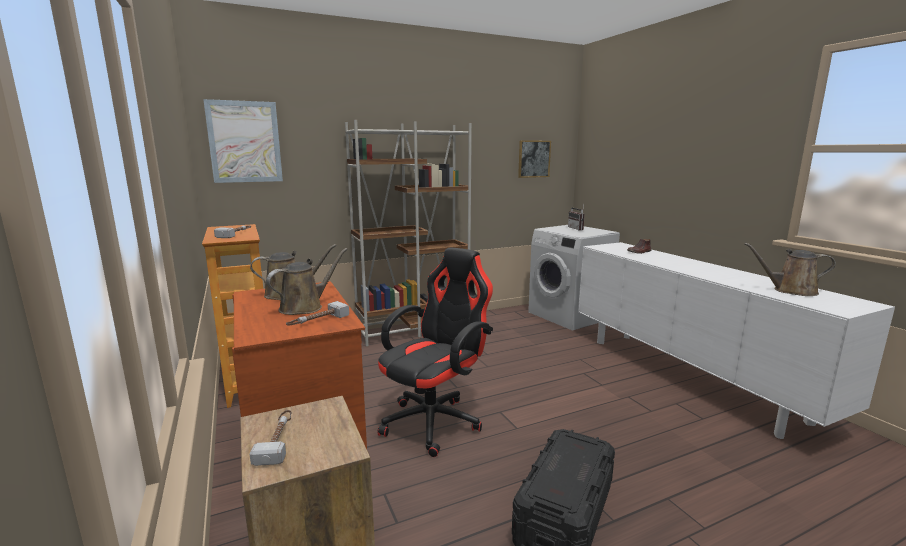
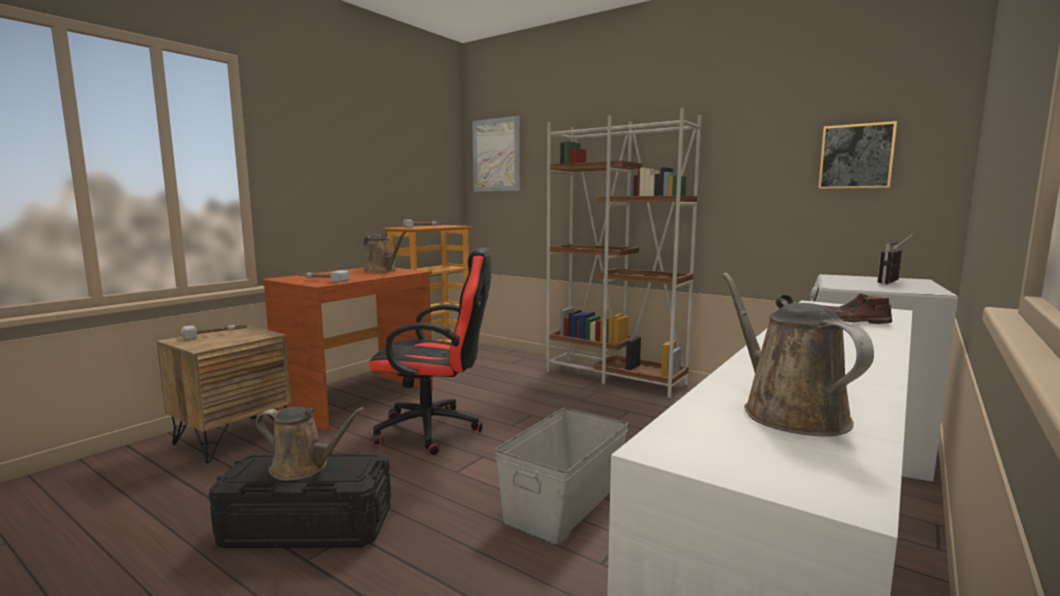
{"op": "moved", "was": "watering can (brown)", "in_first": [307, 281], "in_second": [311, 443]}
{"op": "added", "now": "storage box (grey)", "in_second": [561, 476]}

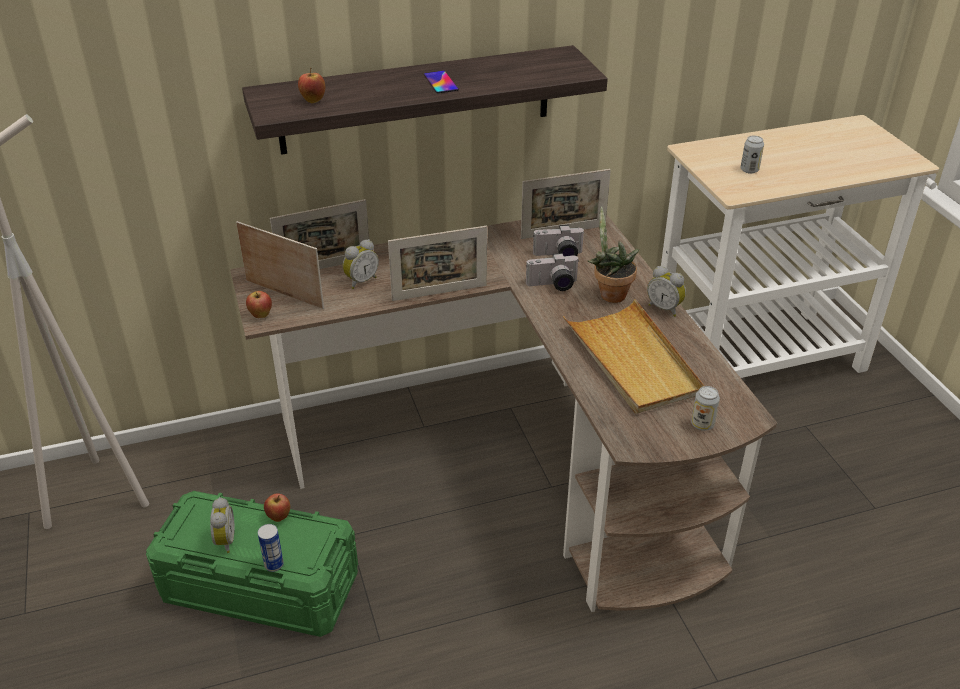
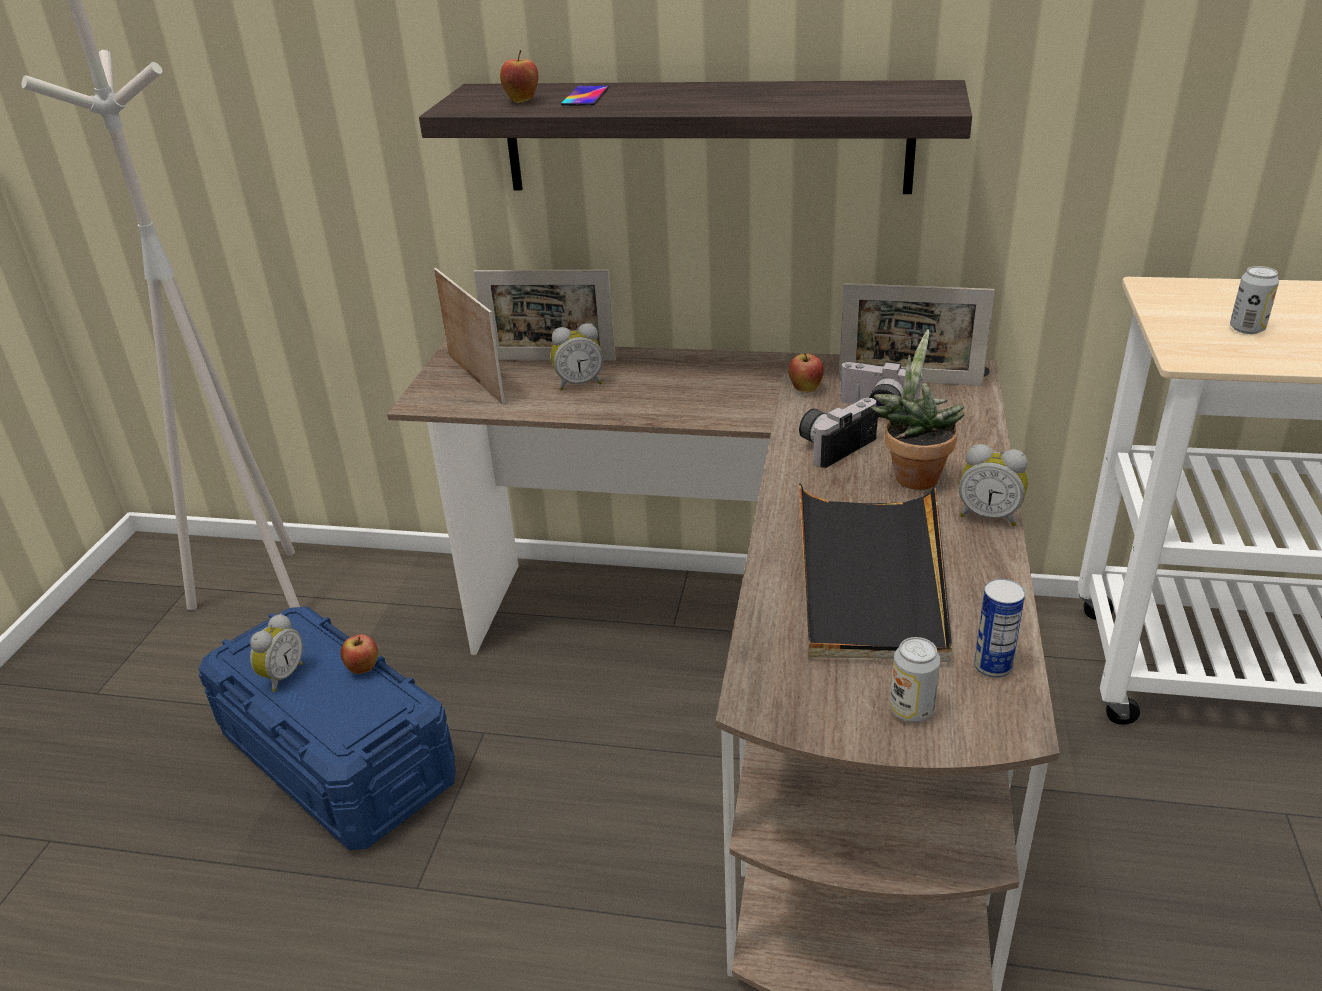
{"op": "moved", "was": "phone", "in_first": [441, 82], "in_second": [585, 96]}
{"op": "removed", "was": "picture frame", "in_first": [437, 263]}
{"op": "turned", "was": "photo camera", "in_first": [553, 272], "in_second": [839, 433], "clockwise": 120}
{"op": "turned", "was": "alarm clock", "in_first": [666, 291], "in_second": [993, 485], "clockwise": -45}
{"op": "moved", "was": "apple", "in_first": [259, 304], "in_second": [806, 373]}
{"op": "recoloured", "was": "tray (beige)", "now": "tray (black)", "in_first": [633, 356], "in_second": [875, 573]}
{"op": "recoloured", "was": "storage box (green)", "now": "storage box (blue)", "in_first": [252, 564], "in_second": [327, 728]}
{"op": "moved", "was": "can", "in_first": [271, 548], "in_second": [999, 628]}

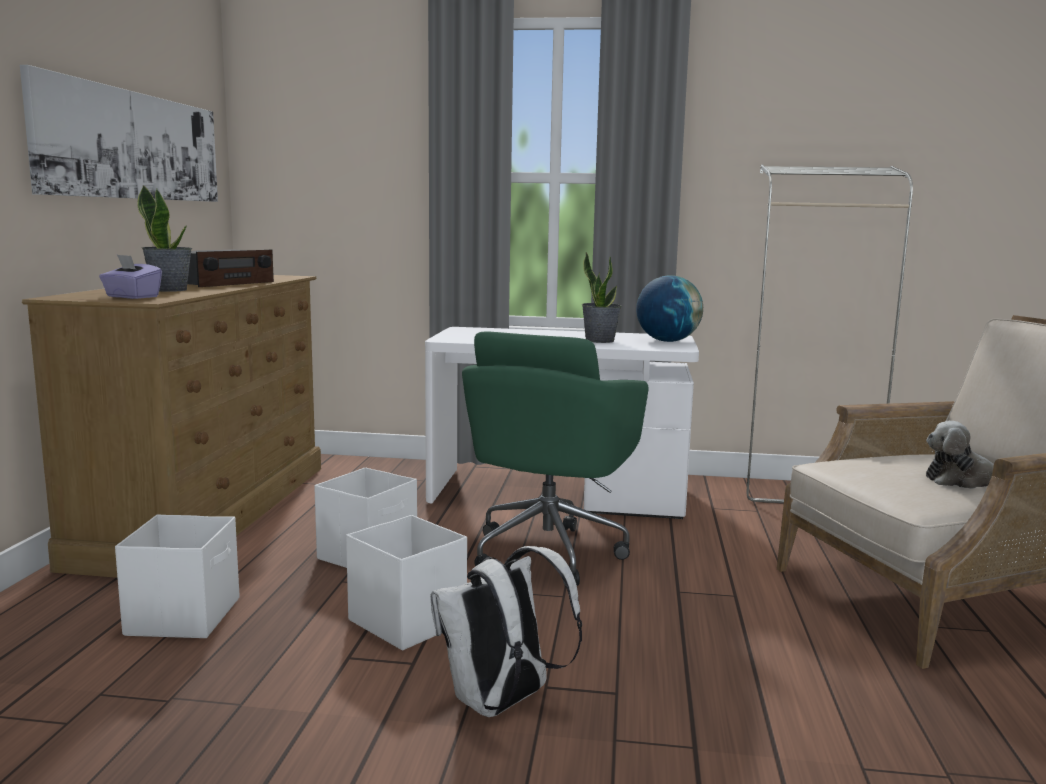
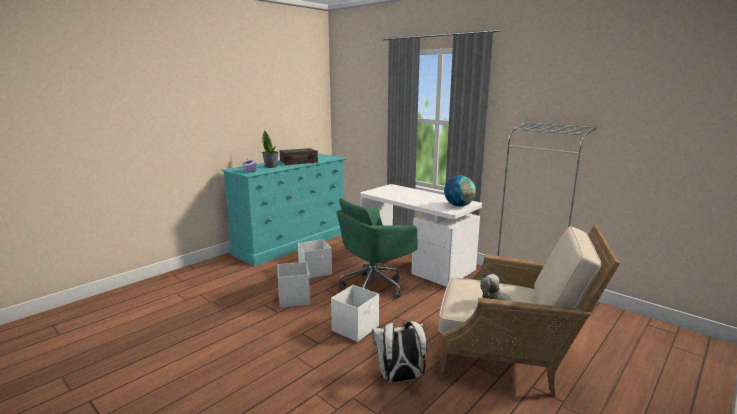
{"op": "removed", "was": "picture", "in_first": [119, 133]}
{"op": "removed", "was": "potted plant", "in_first": [602, 297]}
{"op": "recoloured", "was": "dresser (brown)", "now": "dresser (turquoise)", "in_first": [171, 426], "in_second": [283, 210]}
{"op": "moved", "was": "storage box (white)", "in_first": [177, 576], "in_second": [355, 313]}
{"op": "moved", "was": "backpack (white)", "in_first": [506, 631], "in_second": [399, 352]}

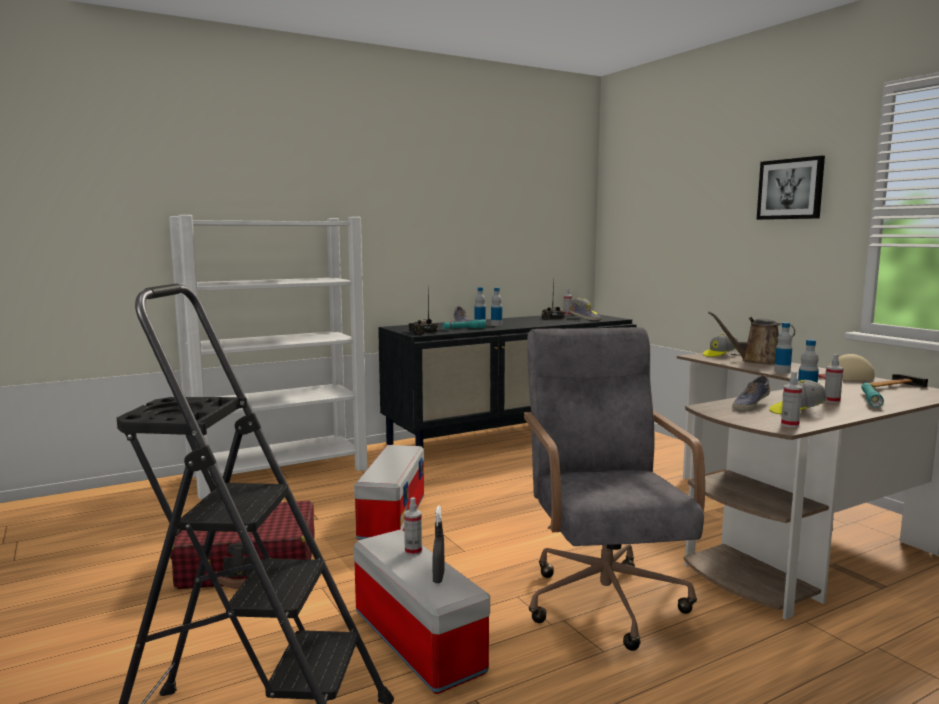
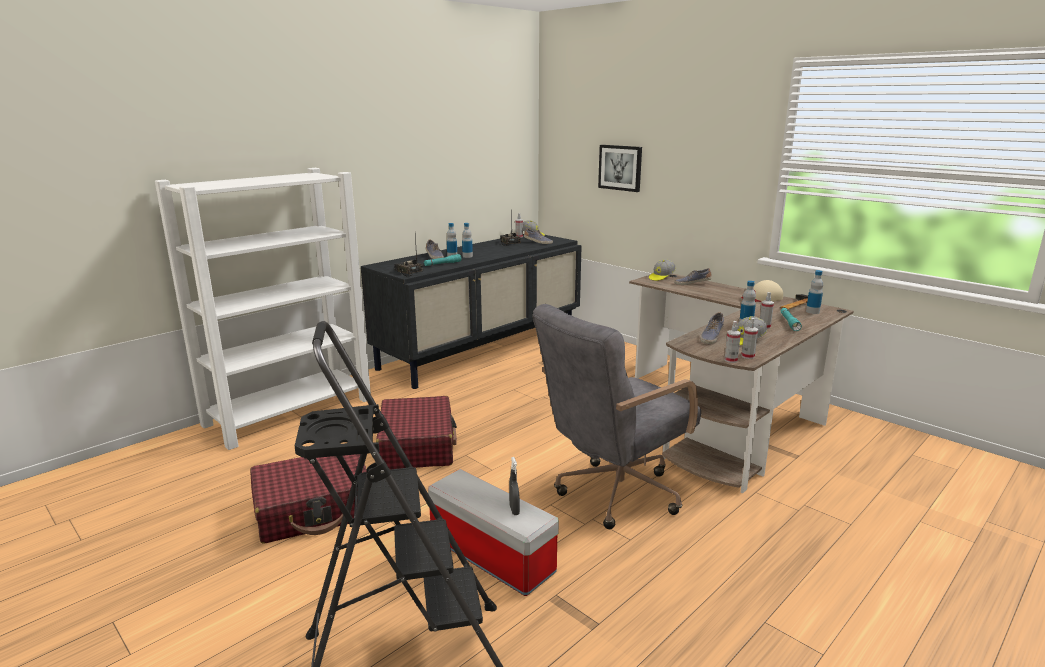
{"op": "moved", "was": "picture", "in_first": [791, 188], "in_second": [620, 168]}
{"op": "replaced", "was": "watering can (brown)", "now": "shoe", "in_first": [751, 338], "in_second": [693, 276]}
{"op": "moved", "was": "bottle", "in_first": [783, 347], "in_second": [814, 292]}
{"op": "turned", "was": "office chair (grey)", "in_first": [614, 489], "in_second": [616, 416], "clockwise": -105}
{"op": "replaced", "was": "storage box", "now": "suitcase (red)", "in_first": [389, 492], "in_second": [416, 433]}
{"op": "moved", "was": "spray bottle", "in_first": [413, 526], "in_second": [732, 342]}

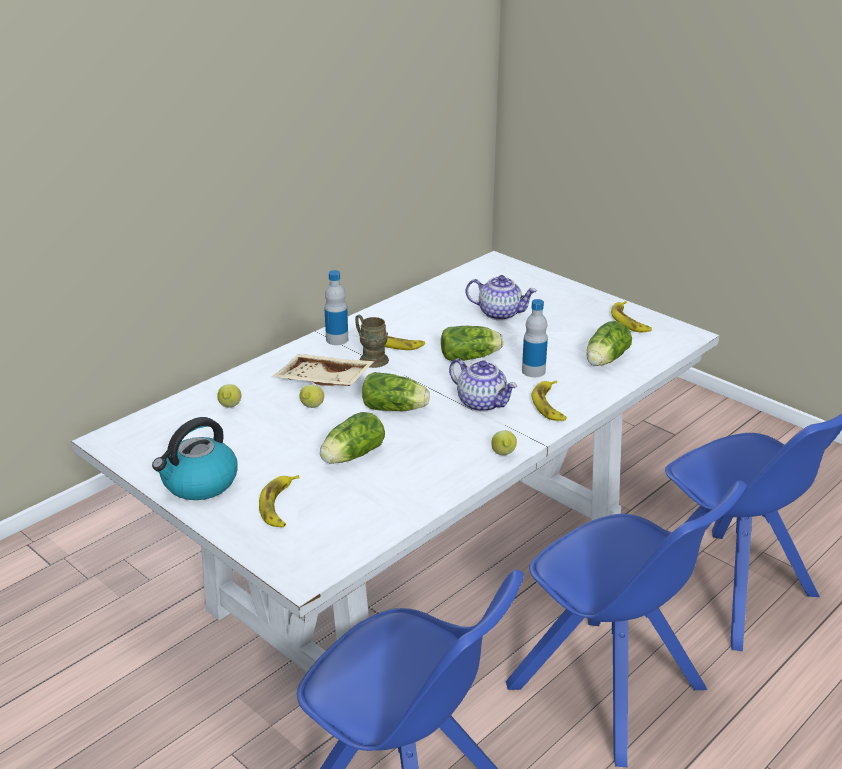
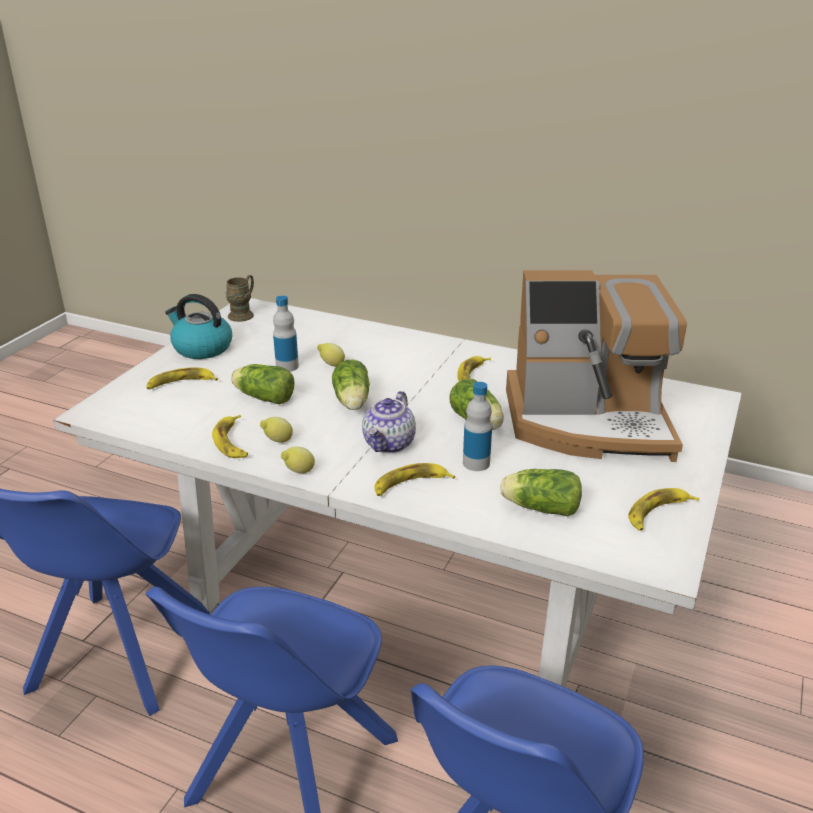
{"op": "moved", "was": "bottle", "in_first": [336, 307], "in_second": [286, 333]}
{"op": "replaced", "was": "teapot", "now": "coffee machine", "in_first": [501, 298], "in_second": [596, 366]}
{"op": "moved", "was": "mug (brown)", "in_first": [372, 341], "in_second": [239, 298]}
{"op": "removed", "was": "tray (beige)", "in_first": [324, 370]}
{"op": "moved", "was": "lemon", "in_first": [229, 396], "in_second": [276, 430]}
{"op": "added", "now": "banana", "in_second": [230, 436]}

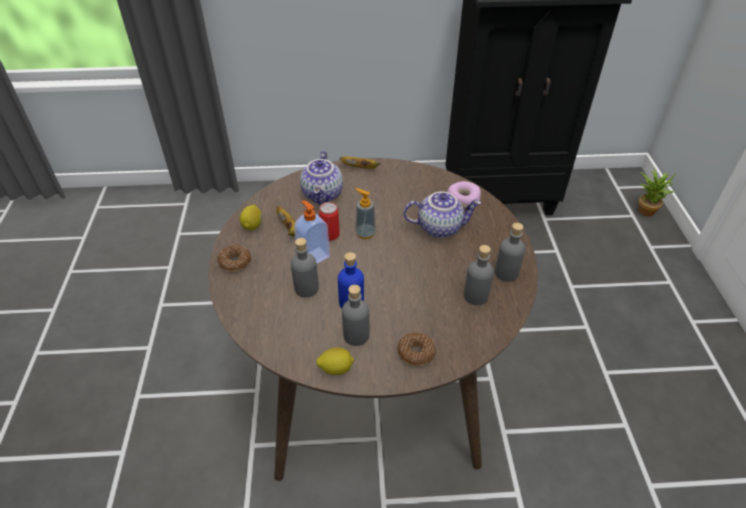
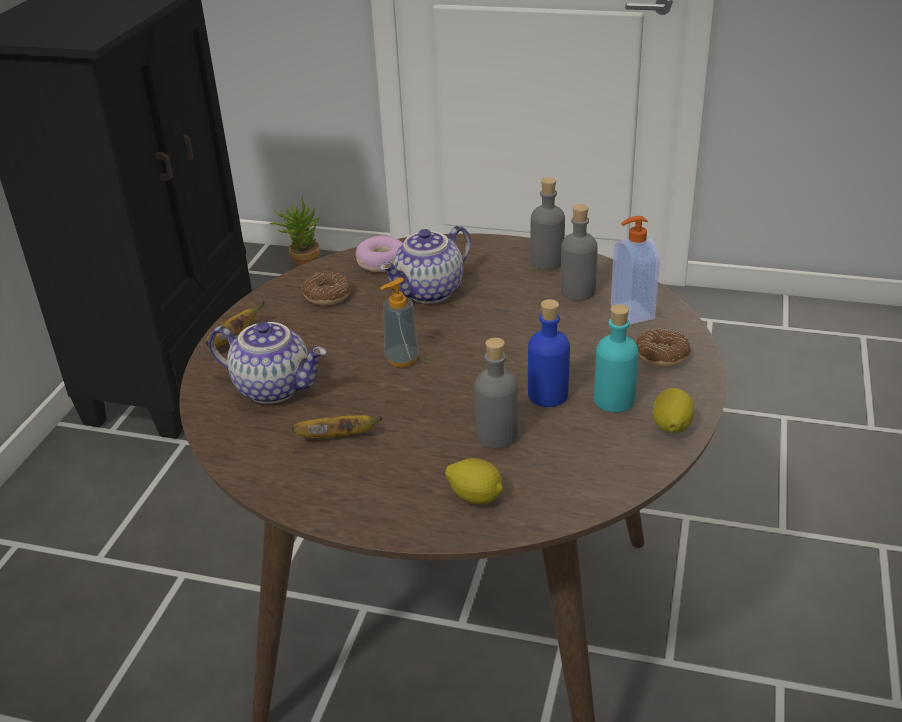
{"op": "turned", "was": "teapot", "in_first": [442, 215], "in_second": [425, 264], "clockwise": -150}
{"op": "moved", "was": "soap dispenser", "in_first": [312, 232], "in_second": [635, 270]}
{"op": "removed", "was": "can", "in_first": [329, 221]}
{"op": "moved", "was": "lemon", "in_first": [251, 217], "in_second": [474, 481]}
{"op": "moved", "was": "donut", "in_first": [234, 258], "in_second": [327, 288]}
{"op": "recoloured", "was": "bottle (grey)", "now": "bottle (turquoise)", "in_first": [356, 315], "in_second": [616, 358]}

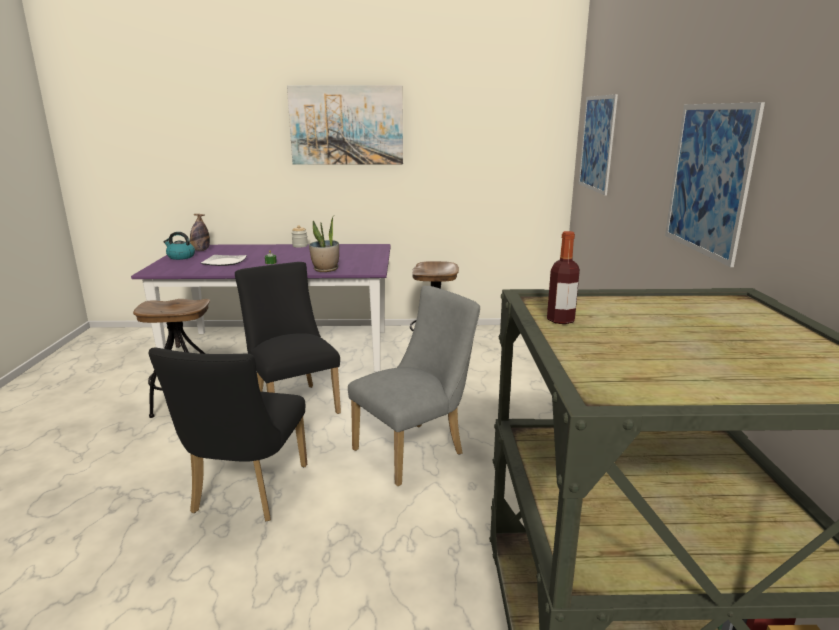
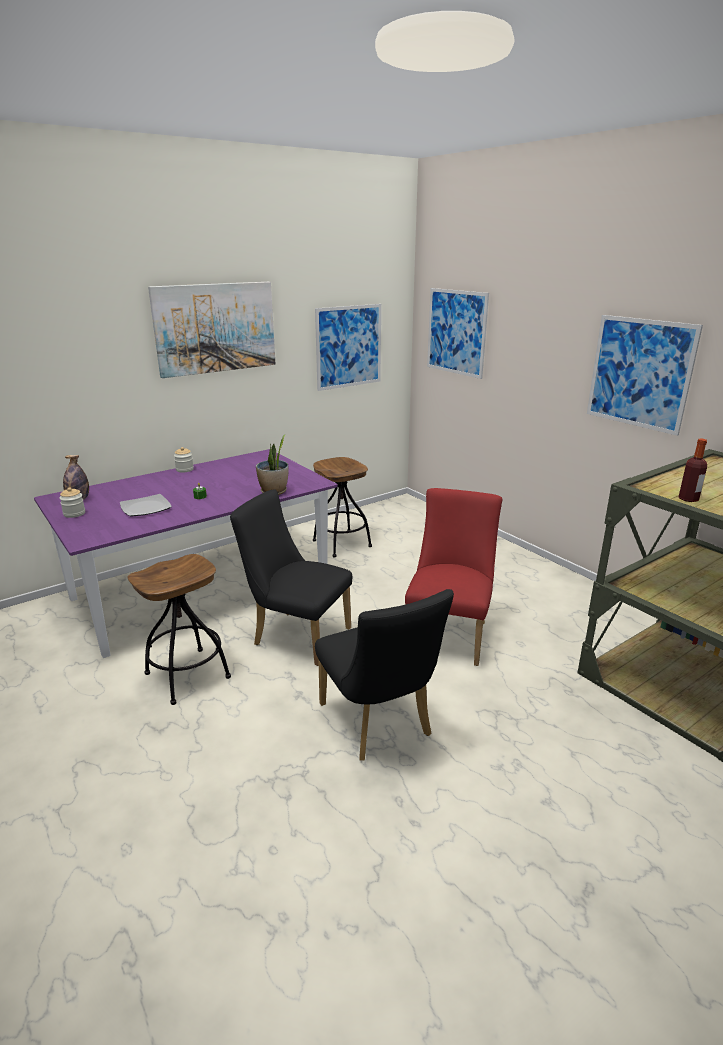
{"op": "replaced", "was": "kettle", "now": "jar", "in_first": [179, 246], "in_second": [72, 502]}
{"op": "recoloured", "was": "chair (grey)", "now": "chair (red)", "in_first": [414, 386], "in_second": [453, 577]}
{"op": "added", "now": "picture", "in_second": [348, 347]}

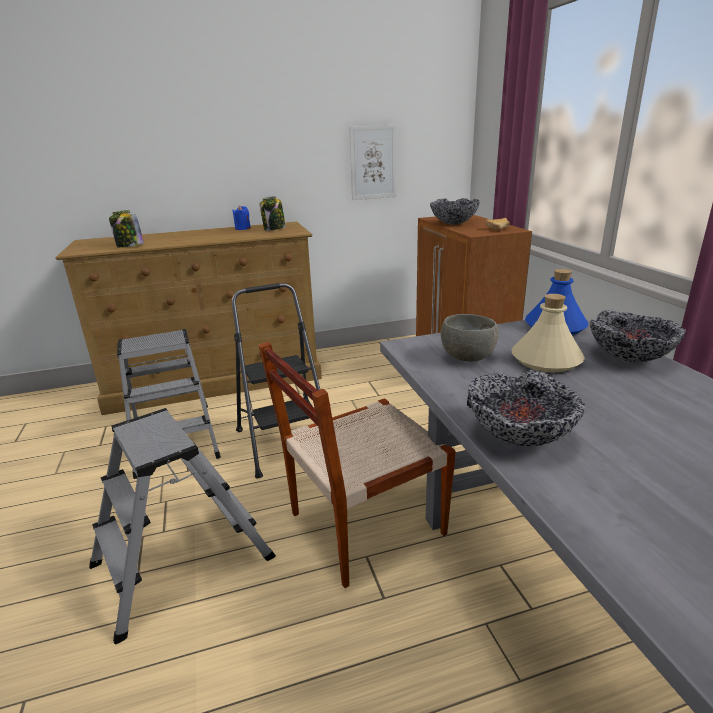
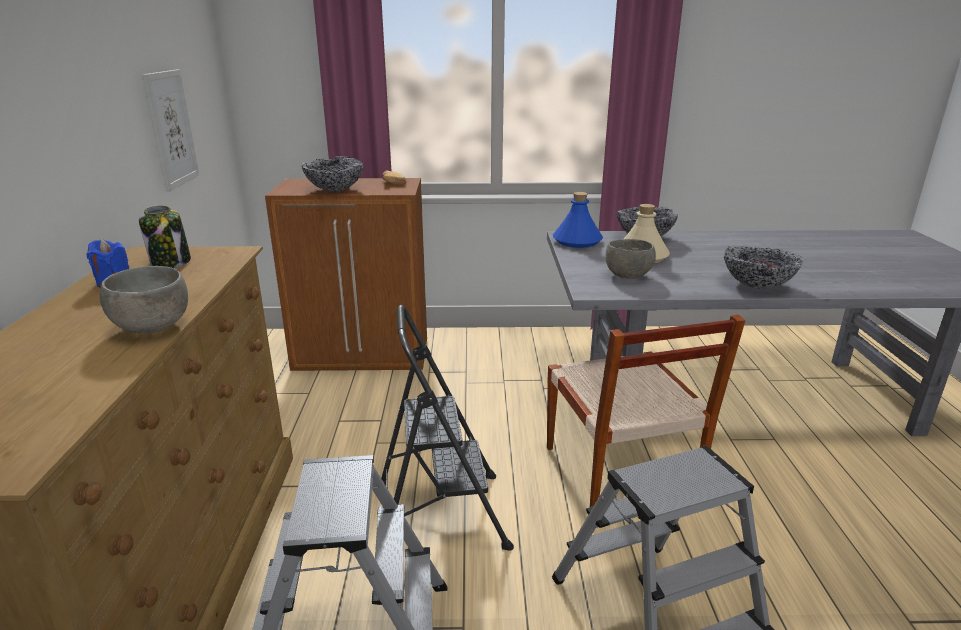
{"op": "removed", "was": "jar", "in_first": [126, 229]}
{"op": "added", "now": "bowl (grey)", "in_second": [144, 300]}

